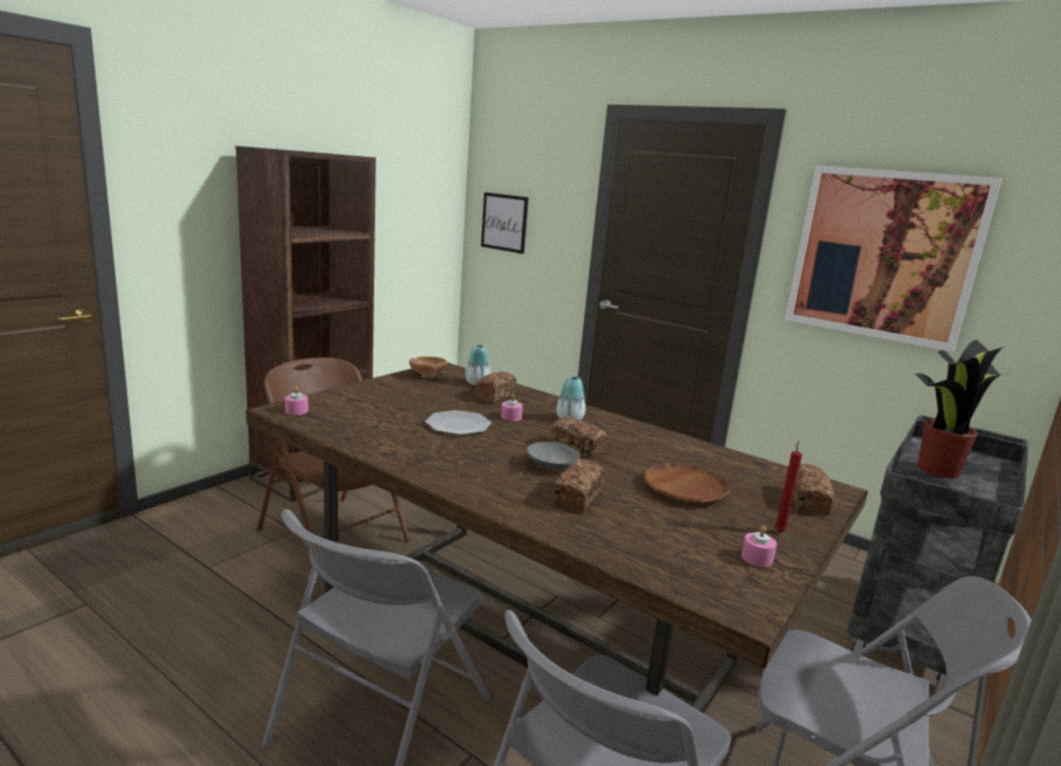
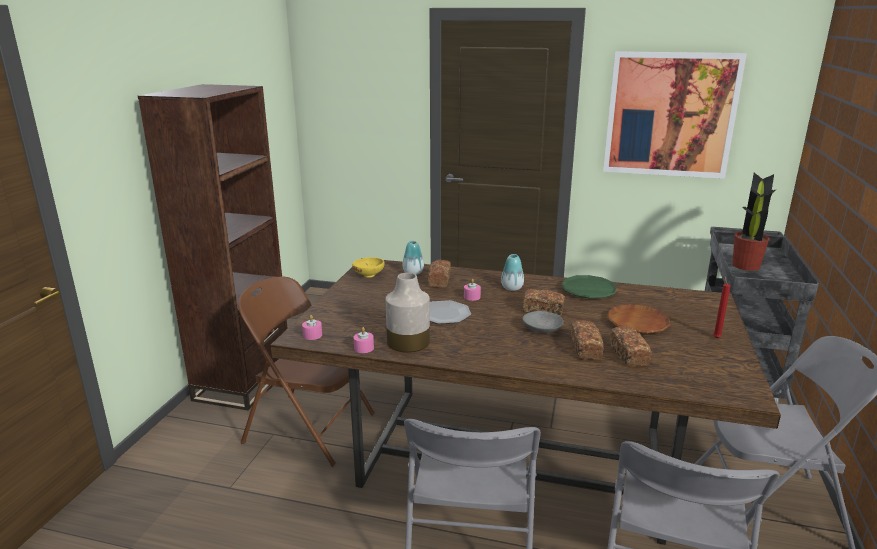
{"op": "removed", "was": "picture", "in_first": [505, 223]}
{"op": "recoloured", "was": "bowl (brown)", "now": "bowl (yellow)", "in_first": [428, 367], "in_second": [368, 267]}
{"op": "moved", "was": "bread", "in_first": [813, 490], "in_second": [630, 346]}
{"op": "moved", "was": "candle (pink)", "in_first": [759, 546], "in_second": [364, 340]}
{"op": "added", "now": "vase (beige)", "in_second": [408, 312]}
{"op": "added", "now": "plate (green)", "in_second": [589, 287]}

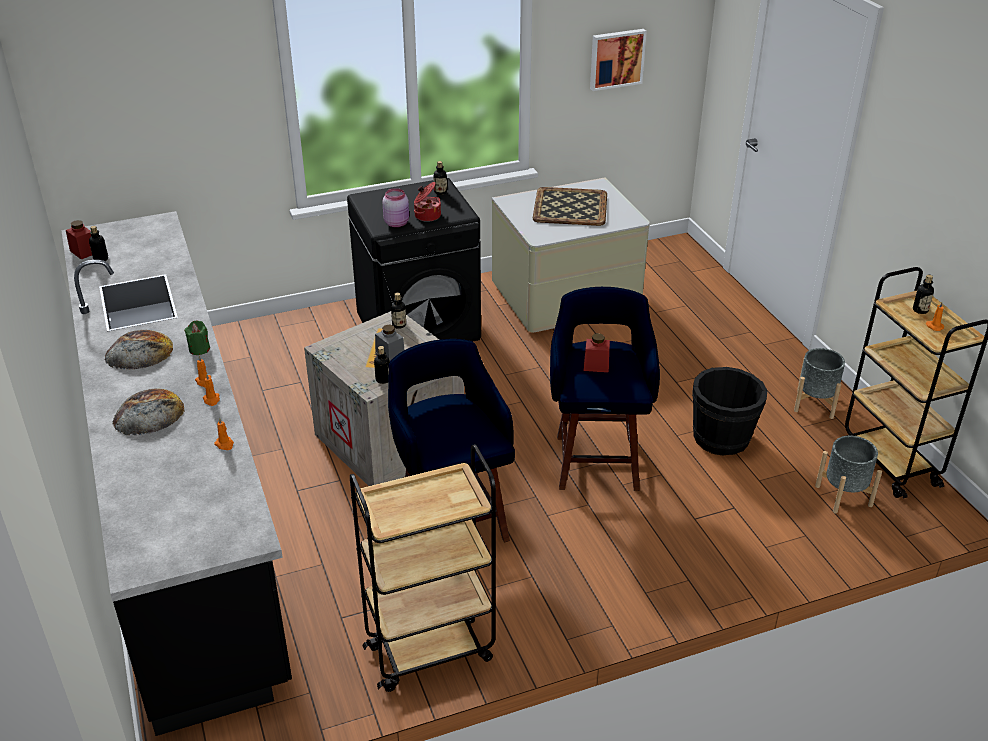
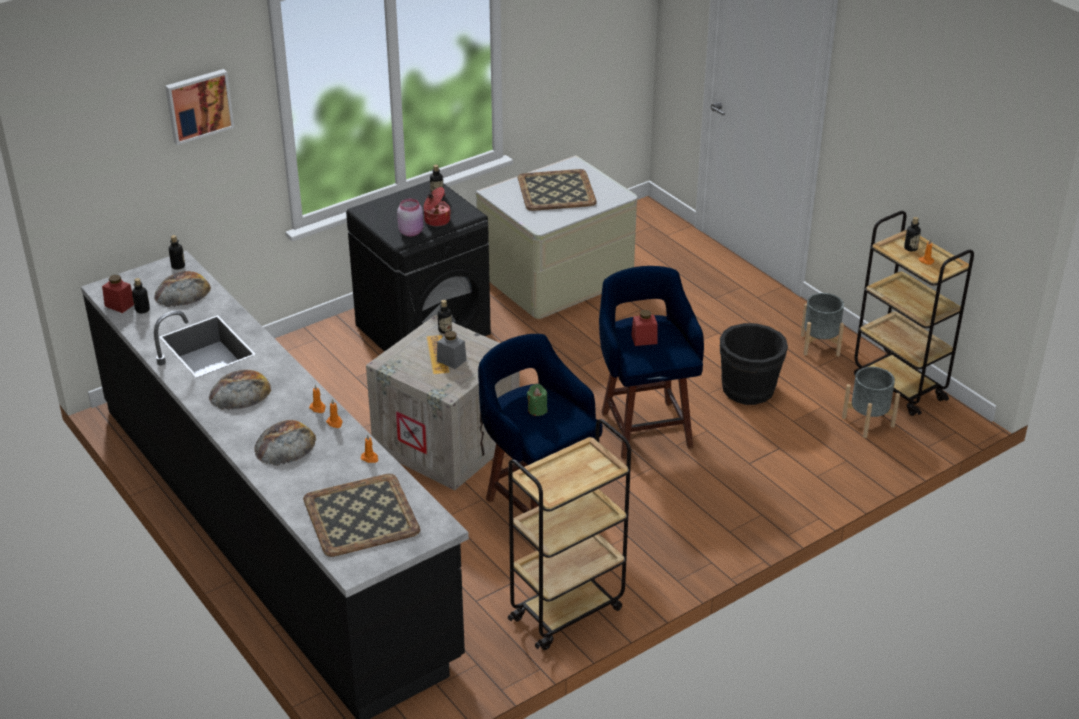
{"op": "moved", "was": "picture", "in_first": [618, 60], "in_second": [199, 107]}
{"op": "moved", "was": "candle (green)", "in_first": [197, 337], "in_second": [537, 400]}
{"op": "moved", "was": "bottle", "in_first": [382, 365], "in_second": [177, 252]}
{"op": "added", "now": "bread", "in_second": [182, 289]}
{"op": "added", "now": "tray", "in_second": [361, 515]}

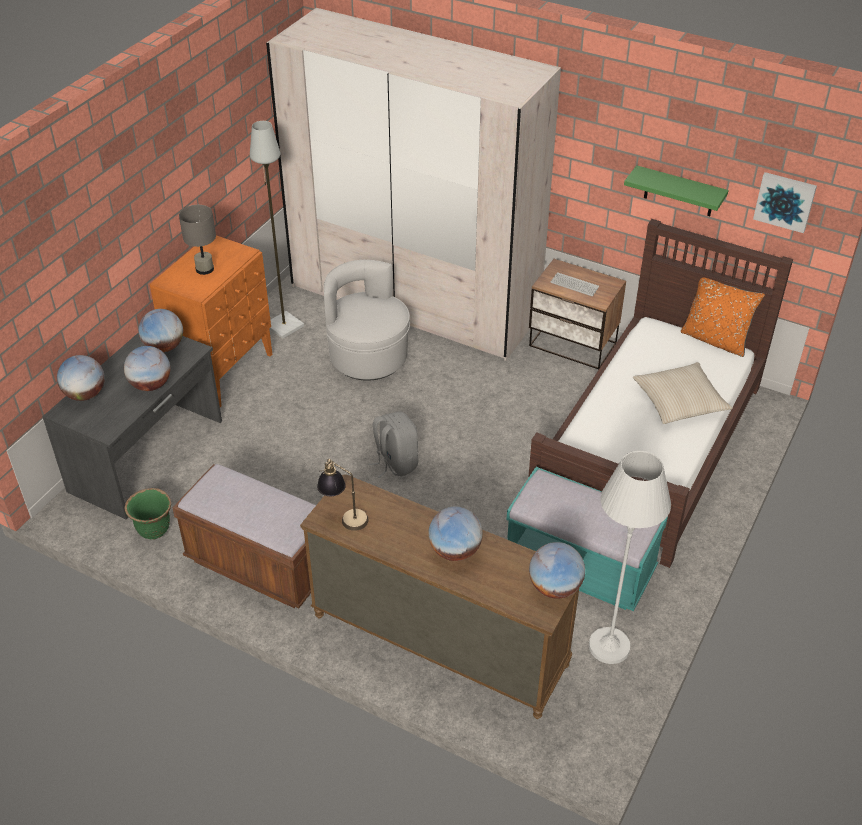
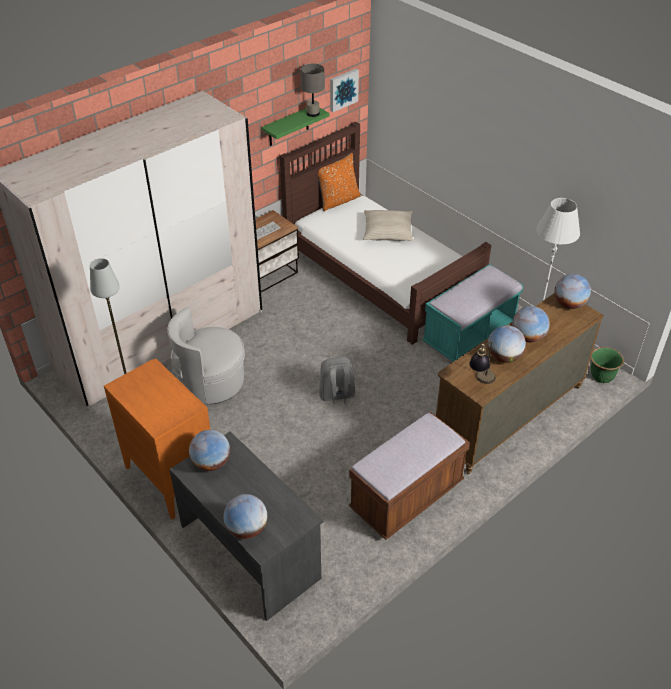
{"op": "moved", "was": "table lamp (grey)", "in_first": [197, 240], "in_second": [312, 90]}
{"op": "moved", "was": "globe", "in_first": [147, 368], "in_second": [507, 344]}
{"op": "moved", "was": "planter (green)", "in_first": [148, 514], "in_second": [607, 365]}

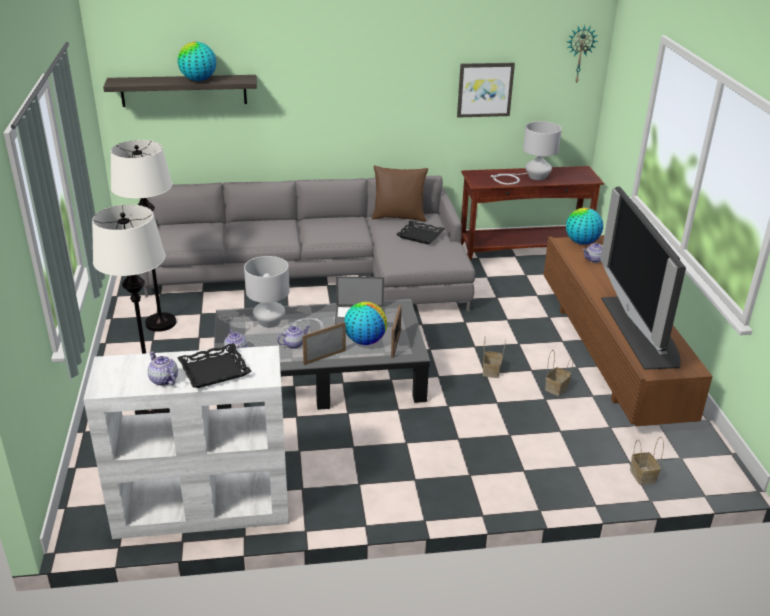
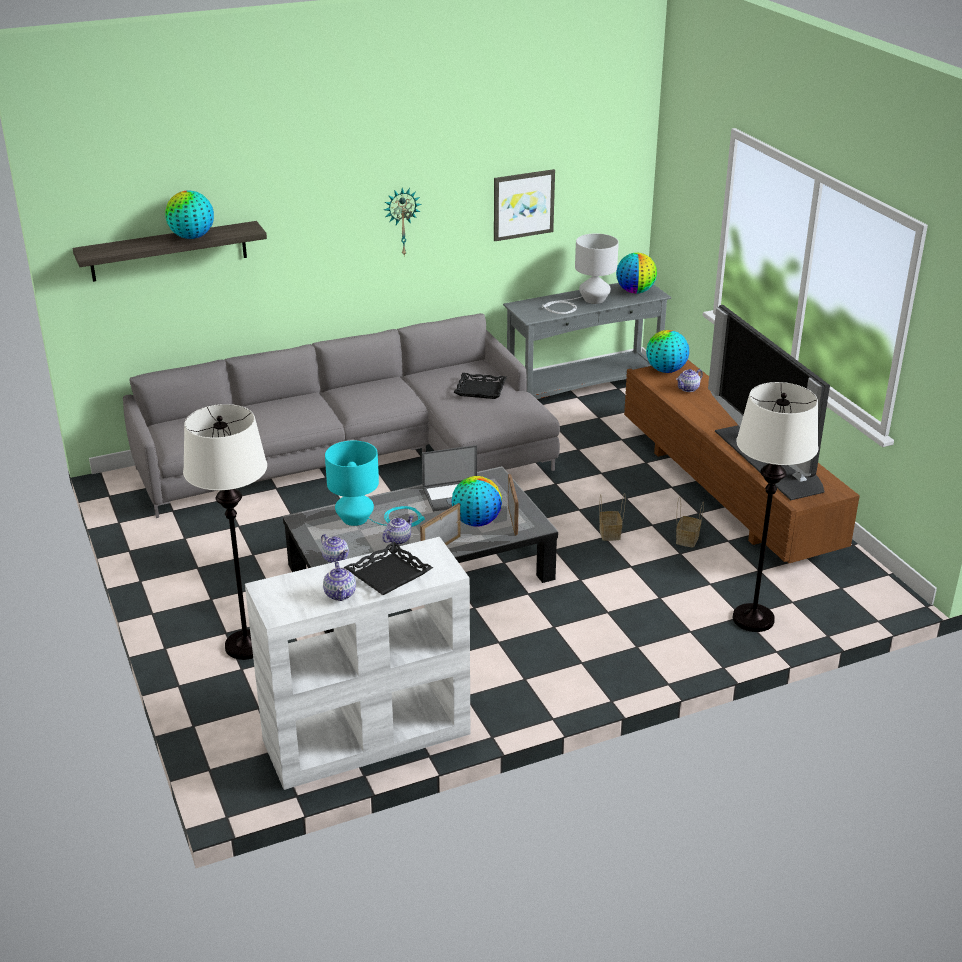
{"op": "moved", "was": "wall clock", "in_first": [582, 54], "in_second": [402, 222]}
{"op": "moved", "was": "floor lamp (white)", "in_first": [143, 236], "in_second": [775, 507]}
{"op": "removed", "was": "pillow (brown)", "in_first": [400, 194]}
{"op": "recoloured", "was": "console table (brown)", "now": "console table (grey)", "in_first": [532, 213], "in_second": [587, 341]}
{"op": "recoloured", "was": "table lamp (grey)", "now": "table lamp (turquoise)", "in_first": [284, 295], "in_second": [375, 484]}
{"op": "turned", "was": "teapot", "in_first": [163, 368], "in_second": [339, 581], "clockwise": -135}
{"op": "removed", "was": "basket", "in_first": [647, 461]}
{"op": "added", "now": "globe", "in_second": [636, 273]}

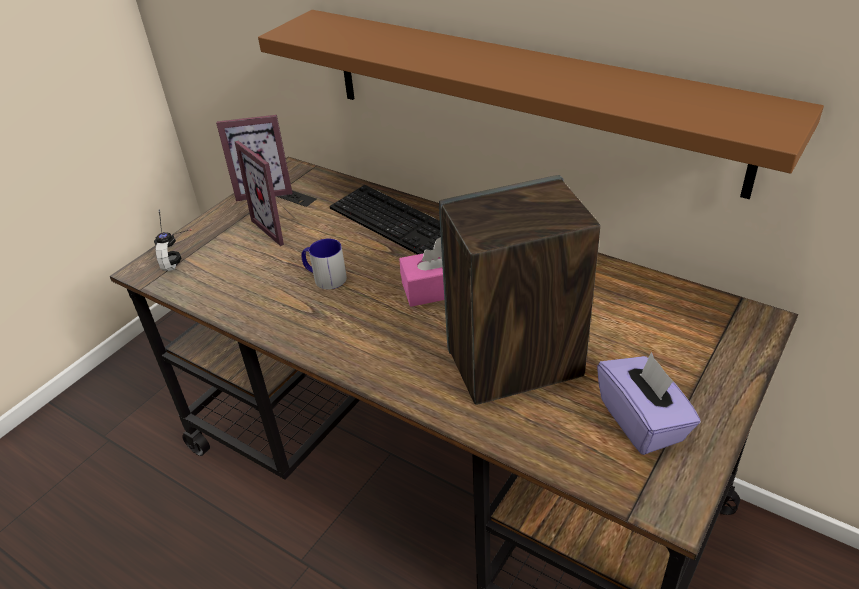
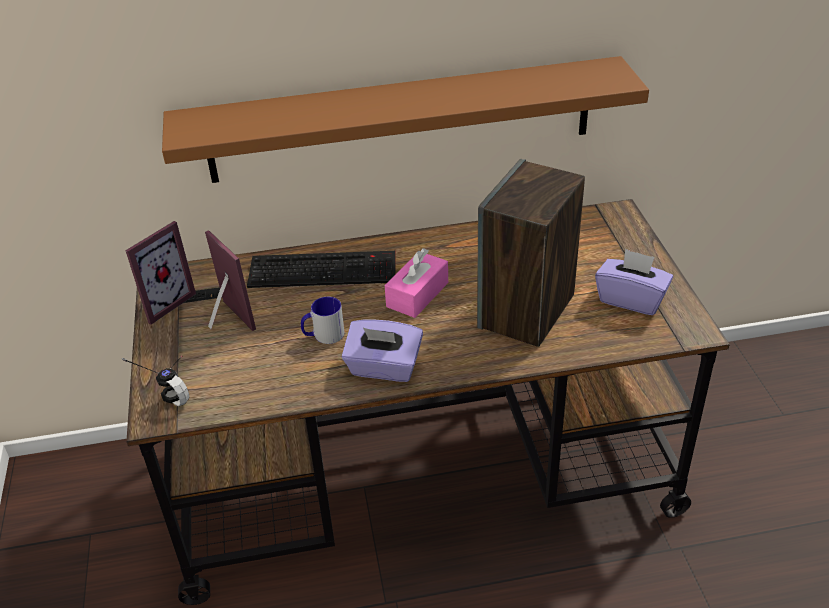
{"op": "turned", "was": "picture frame", "in_first": [266, 193], "in_second": [230, 280], "clockwise": -135}
{"op": "added", "now": "tissue box (purple)", "in_second": [382, 350]}

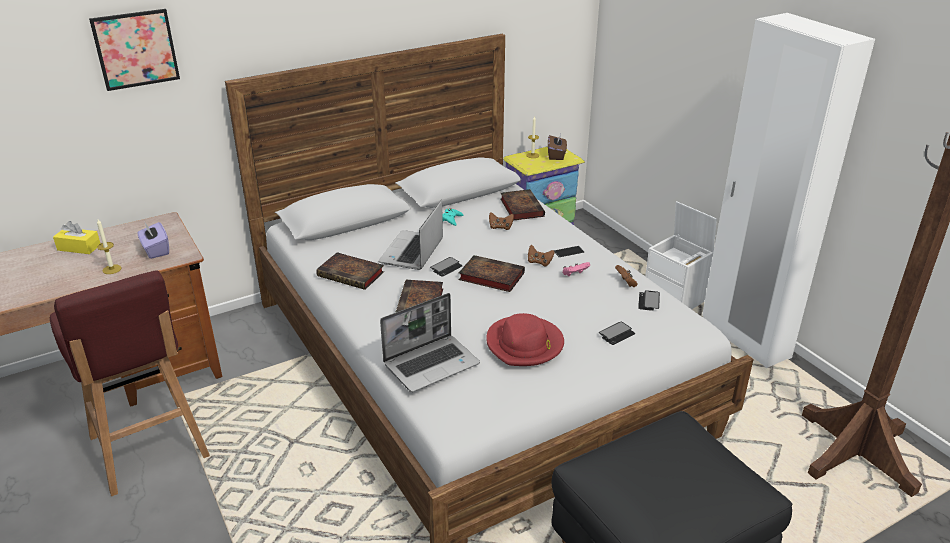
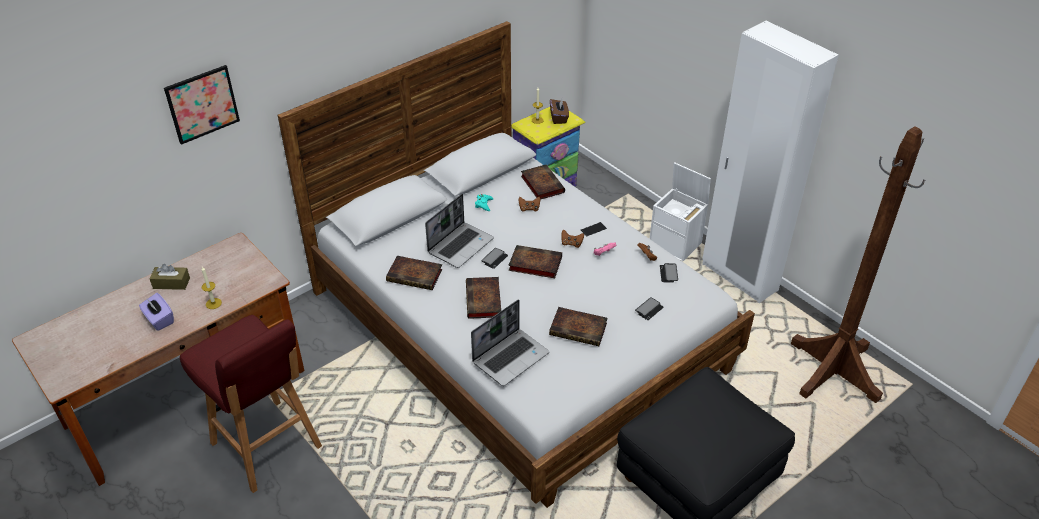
{"op": "turned", "was": "laptop", "in_first": [410, 234], "in_second": [459, 231], "clockwise": -150}
{"op": "recoloured", "was": "tissue box (yellow)", "now": "tissue box (brown)", "in_first": [77, 237], "in_second": [169, 277]}
{"op": "moved", "was": "tissue box (purple)", "in_first": [153, 240], "in_second": [156, 312]}
{"op": "replaced", "was": "hat (red)", "now": "book", "in_first": [525, 339], "in_second": [578, 326]}

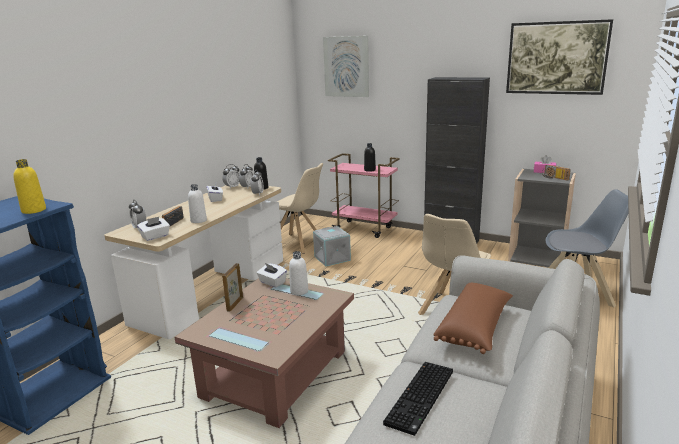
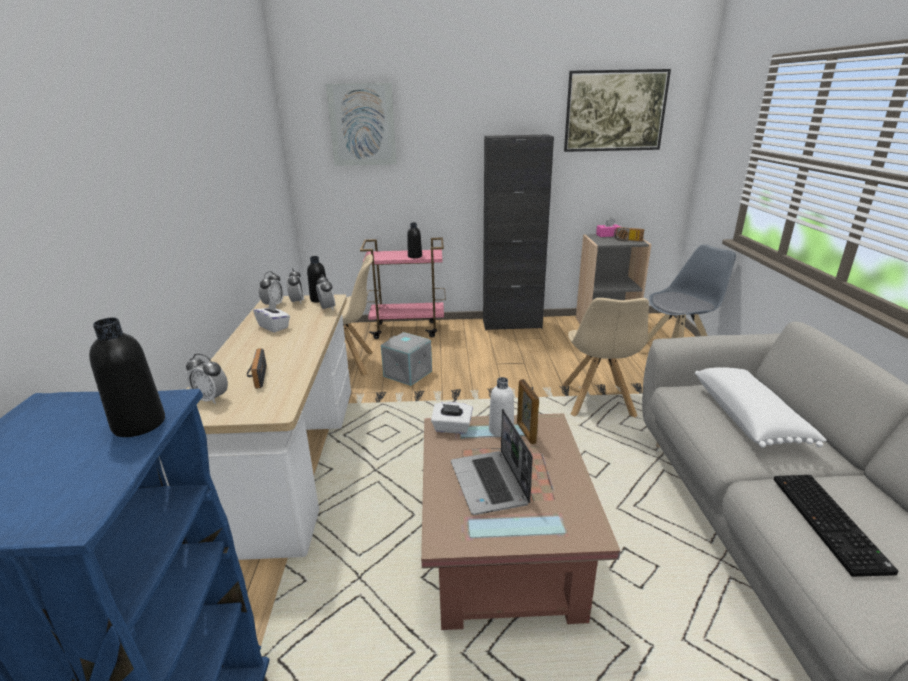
{"op": "recoloured", "was": "bottle (yellow)", "now": "bottle (black)", "in_first": [29, 186], "in_second": [127, 377]}
{"op": "removed", "was": "bottle (white)", "in_first": [197, 203]}
{"op": "removed", "was": "tissue box (white)", "in_first": [153, 229]}
{"op": "moved", "was": "picture frame", "in_first": [232, 287], "in_second": [528, 411]}
{"op": "recoloured", "was": "pillow (brown)", "now": "pillow (white)", "in_first": [473, 318], "in_second": [761, 407]}
{"op": "added", "now": "laptop", "in_second": [492, 462]}

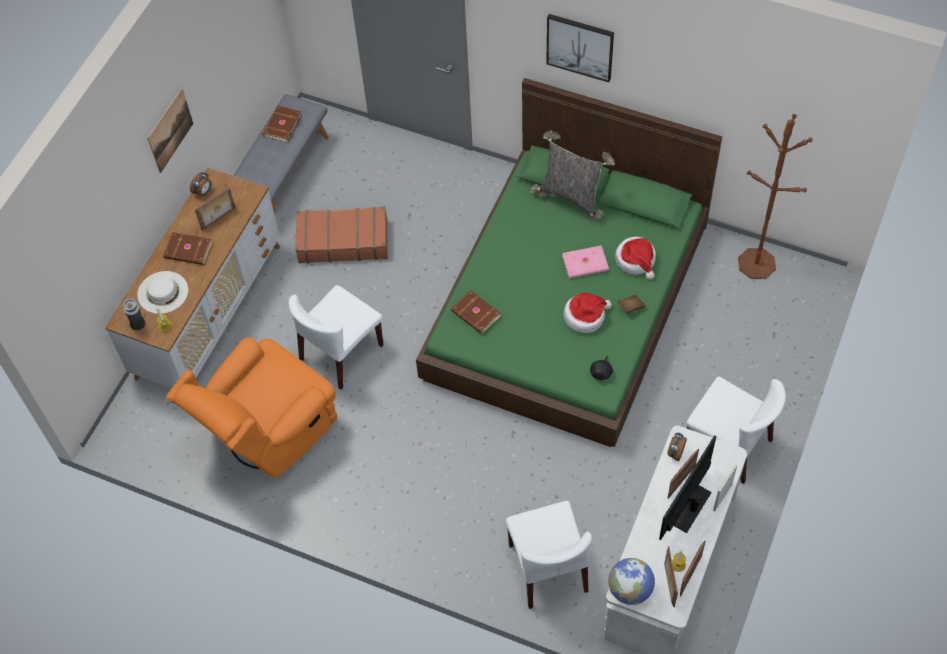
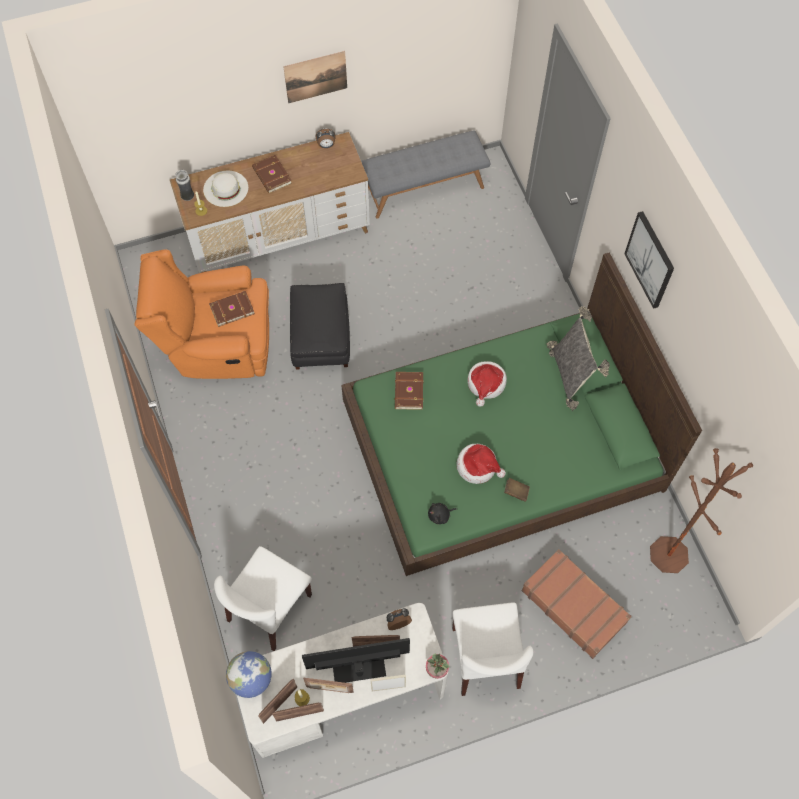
{"op": "moved", "was": "book (brown)", "in_first": [282, 124], "in_second": [232, 309]}
{"op": "moved", "was": "picture frame", "in_first": [215, 208], "in_second": [328, 685]}
{"op": "moved", "was": "suitcase (brown)", "in_first": [341, 234], "in_second": [576, 604]}
{"op": "moved", "was": "hat", "in_first": [635, 258], "in_second": [487, 384]}
{"op": "removed", "was": "book (pink)", "in_first": [585, 261]}
{"op": "replaced", "was": "chair (white)", "now": "ottoman (black)", "in_first": [336, 337], "in_second": [320, 326]}
{"op": "added", "now": "potted plant", "in_second": [437, 666]}

